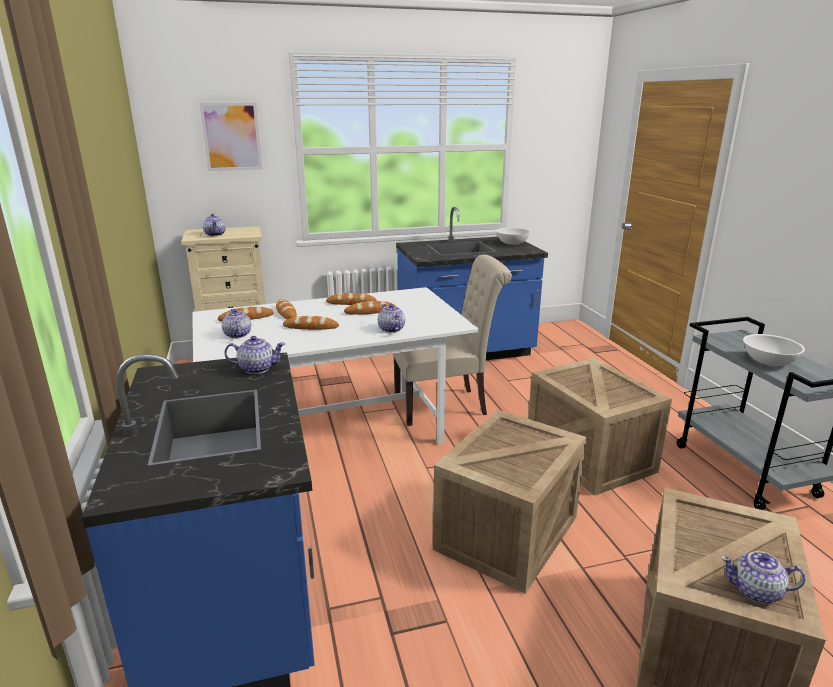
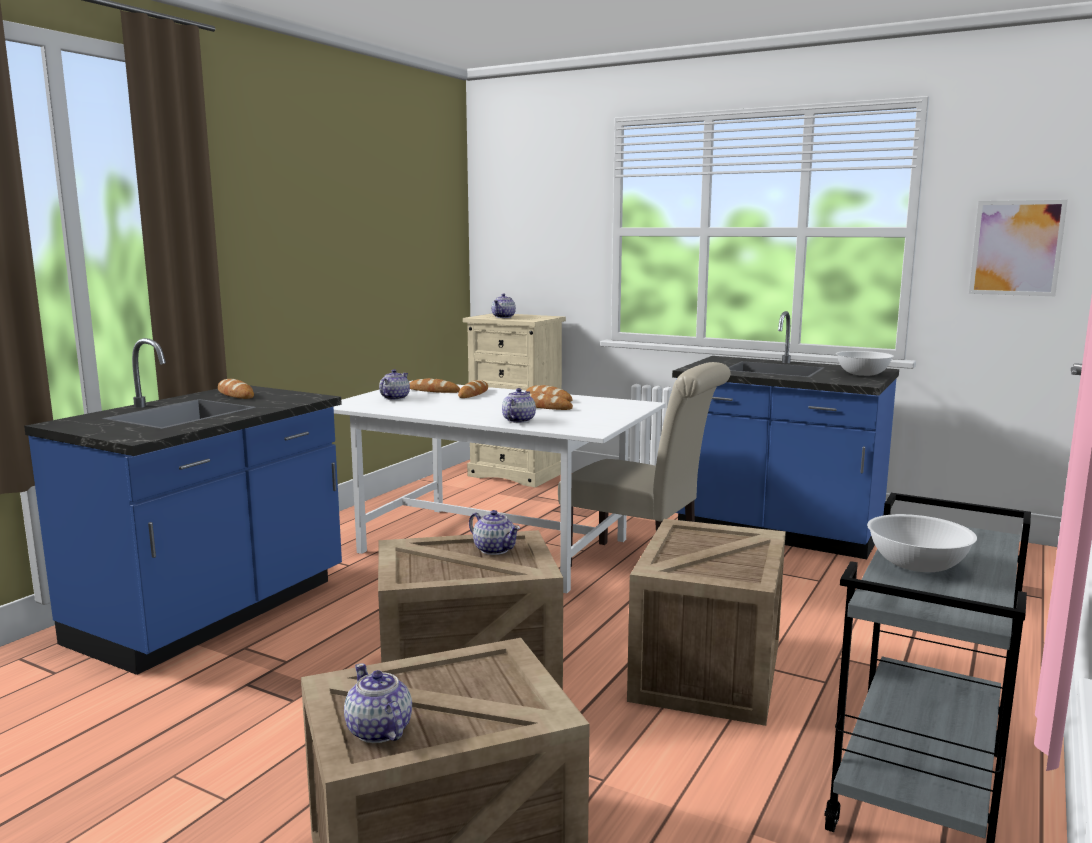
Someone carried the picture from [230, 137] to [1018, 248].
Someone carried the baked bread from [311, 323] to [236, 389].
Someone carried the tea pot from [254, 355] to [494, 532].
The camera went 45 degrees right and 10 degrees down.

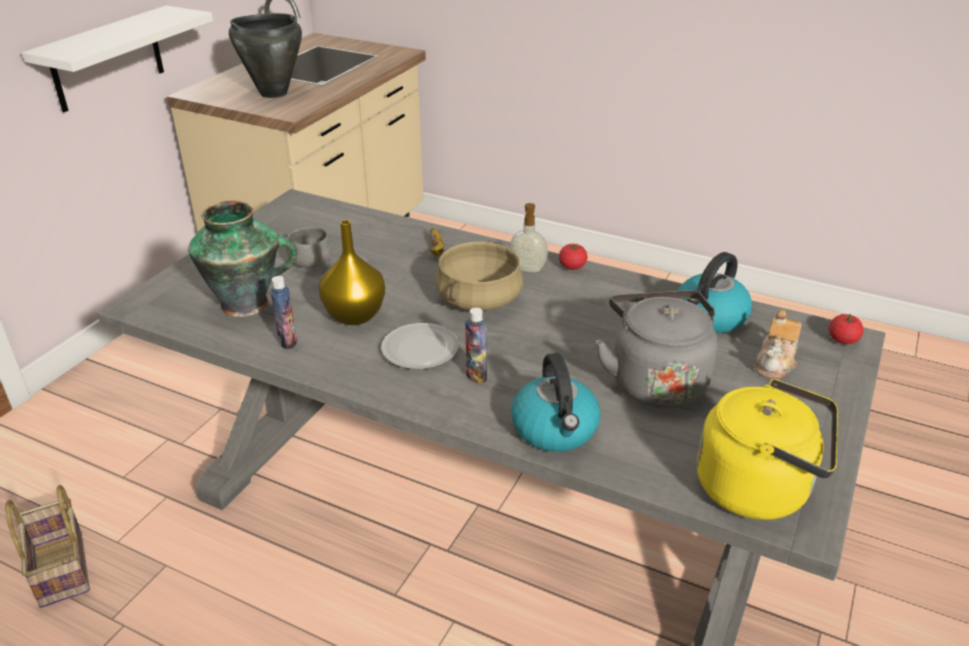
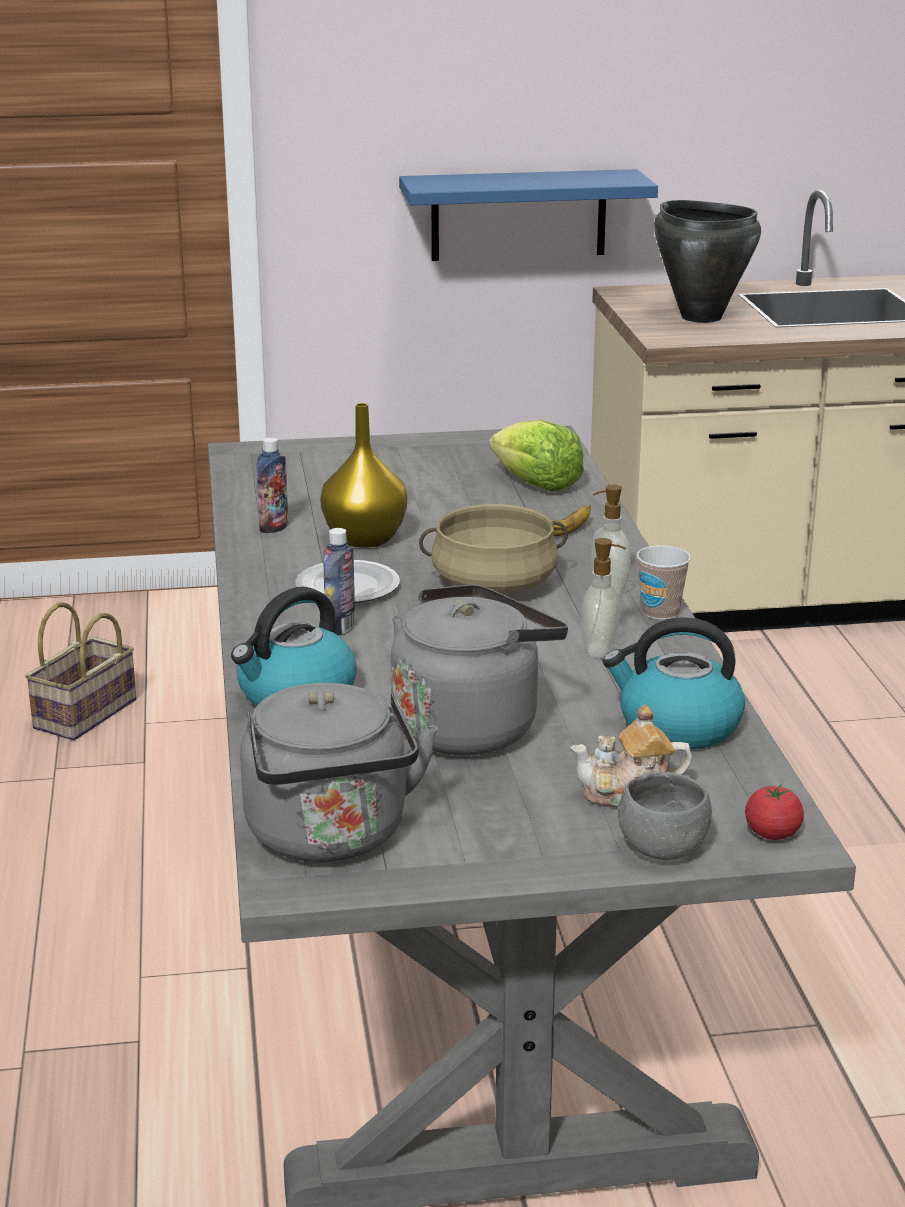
Someone repainted the bracket shelf (white-coloured) at [117, 58], which became the bracket shelf (blue) at [528, 215].
Someone took away the flower vase at [242, 259].
Someone carried the bowl (greyish) from [308, 247] to [665, 816].
Someone swapped the whole tomato at [573, 257] for the drinking cup at [663, 582].
Someone repainted the water kettle (yellowish) at [767, 449], which became the water kettle (greyish) at [339, 772].
Someone put down the lettuce head at [536, 456].
Someone put down the soap bottle at [603, 598].
The camera went 55 degrees right and 10 degrees down.

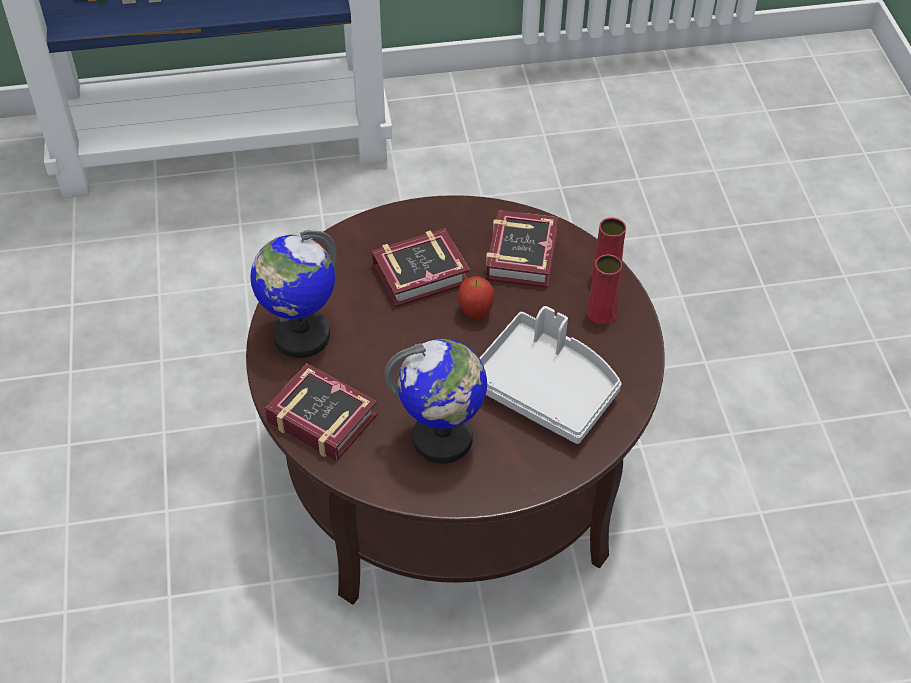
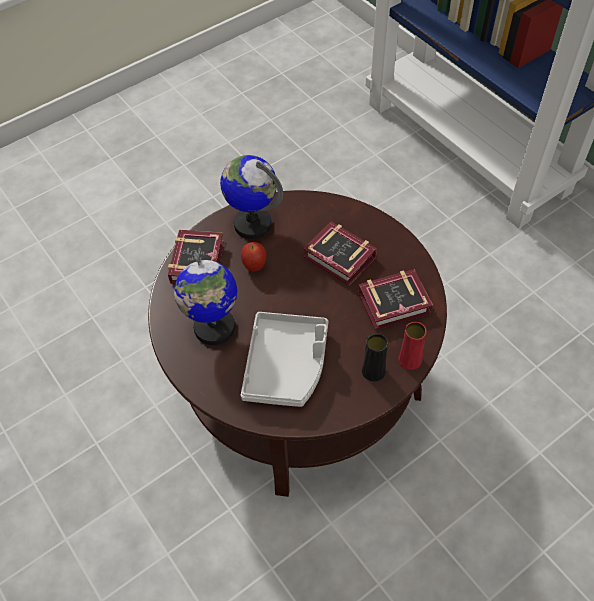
Someone repainted the flower vase (red) at [604, 289], which became the flower vase (blackish) at [375, 357].
Someone carried the whole apple from [476, 297] to [253, 257].
The camera went 65 degrees right and 5 degrees up.

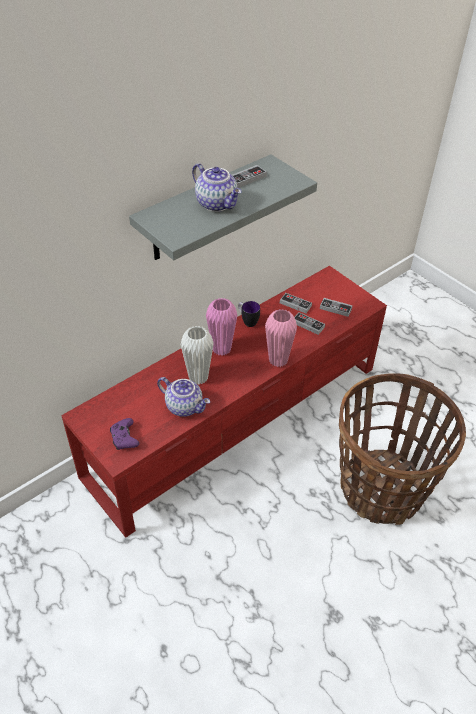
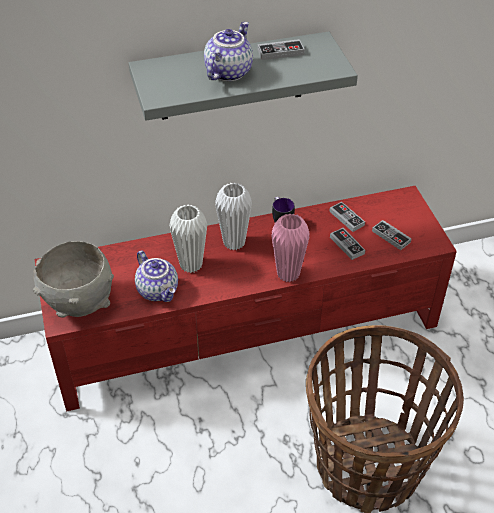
Someone rotated the tea pot at [217, 187] by 135 degrees counterclockwise.
Someone repainted the flower vase (pink-coloured) at [221, 327], which became the flower vase (white-coloured) at [233, 216].
Someone swapped the game controller (purple) at [124, 434] for the bowl (greyish) at [73, 279].
The camera went 25 degrees right and 0 degrees up.

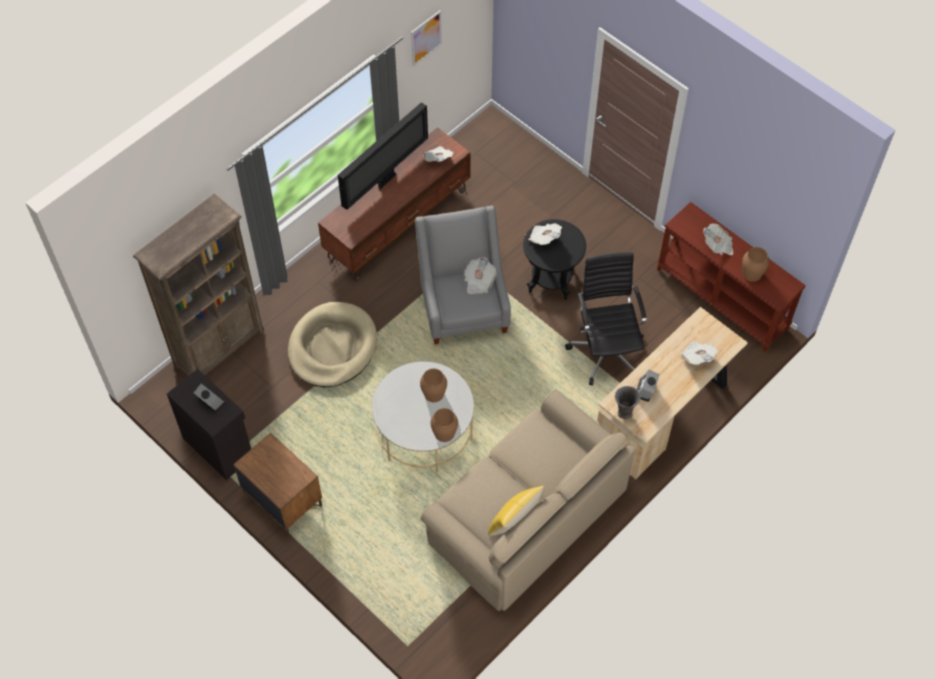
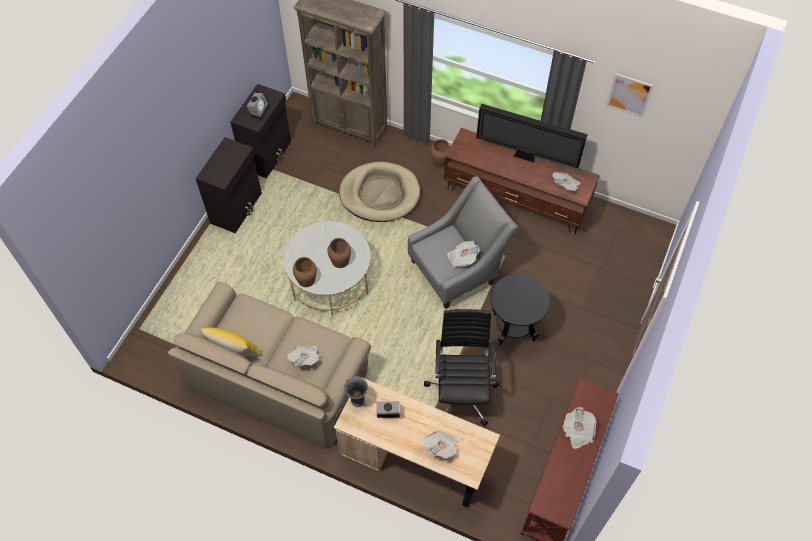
Someone carried the newspaper from [545, 234] to [303, 355].
Someone carried the flower vase (brown-coloured) from [755, 264] to [440, 153].
Someone rotated the office chair (blackish) at [605, 318] by 60 degrees counterclockwise.
Someone swapped the nightstand (brown-coloured) at [277, 485] for the storage cabinet (blackish) at [228, 185].
The camera went 70 degrees right and 0 degrees up.

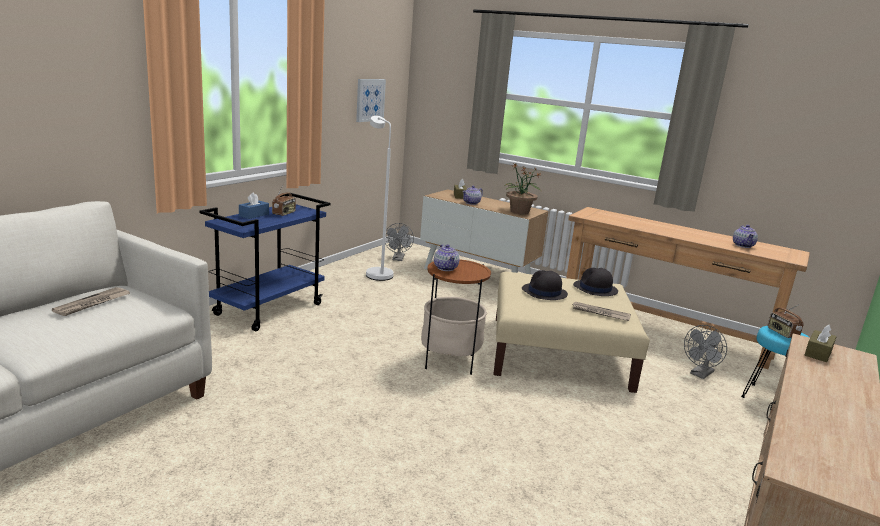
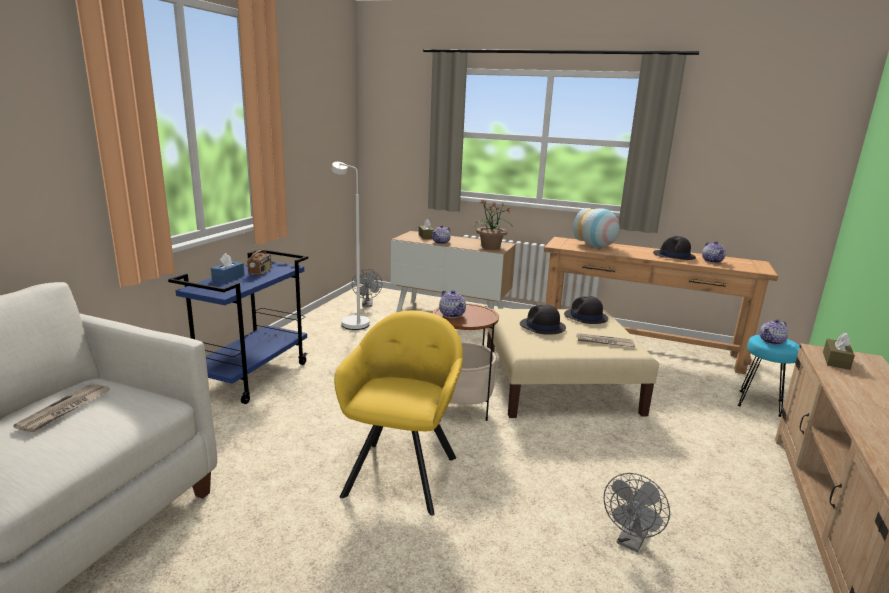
Someone took away the picture at [371, 100].
Someone swapped the radio set at [786, 321] for the tea pot at [774, 332].
Someone carried the fan (greyish) from [705, 352] to [637, 513].
Someone put down the flower vase at [596, 227].
Someone put down the hat (blackish) at [674, 248].
Someone put down the lounge chair (yellowish) at [398, 413].
The camera went 10 degrees left and 0 degrees up.

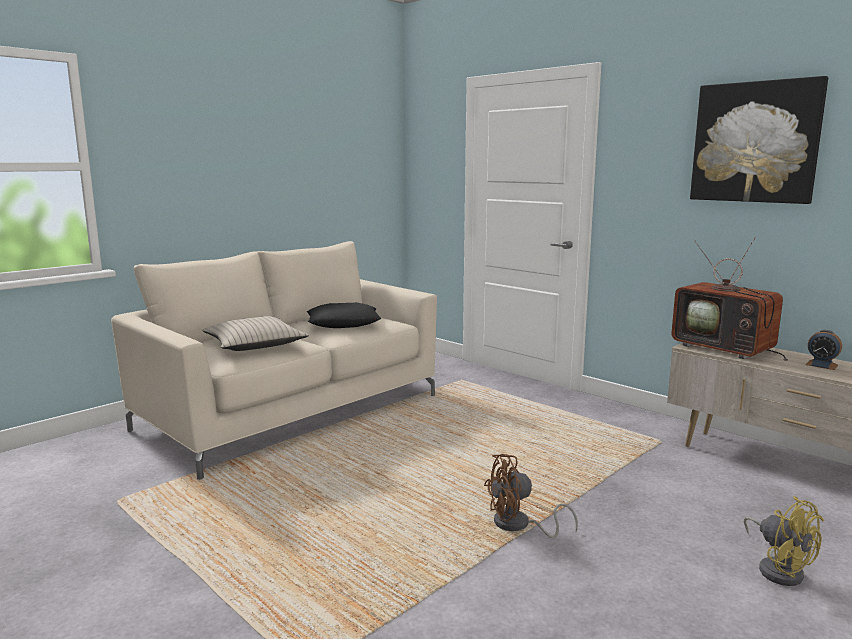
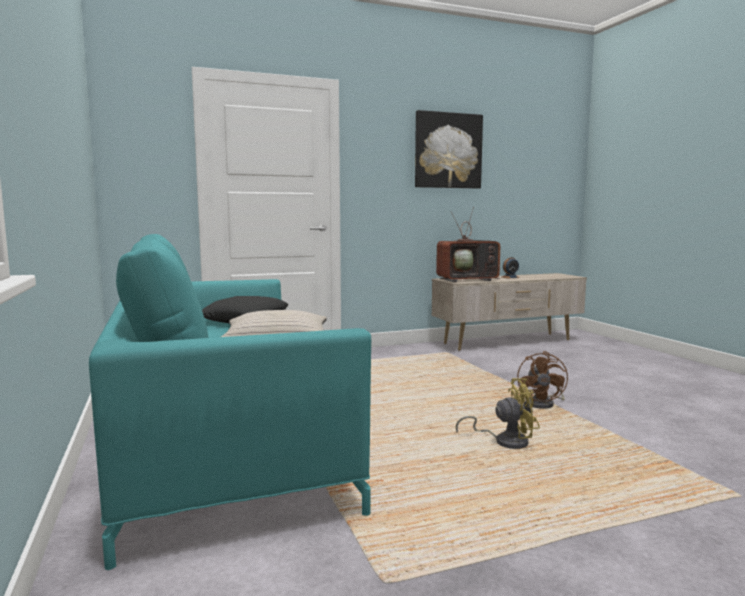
Someone repainted the couch (beige-coloured) at [274, 360], which became the couch (turquoise-coloured) at [230, 402].
Someone carried the fan (yellowish) from [784, 541] to [498, 413].
The camera went 65 degrees left and 5 degrees down.

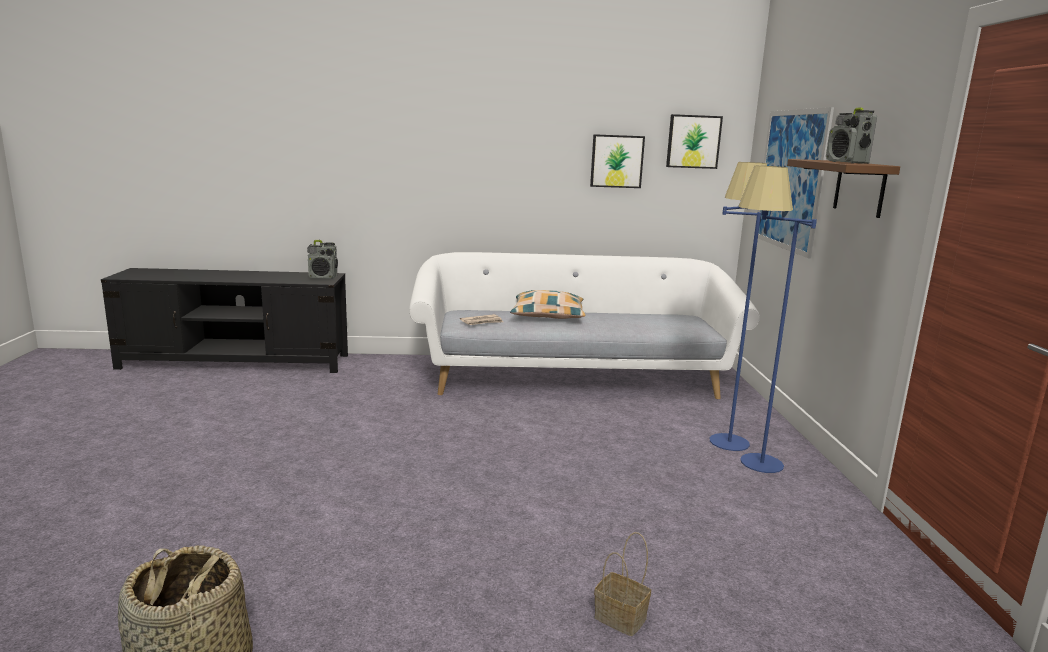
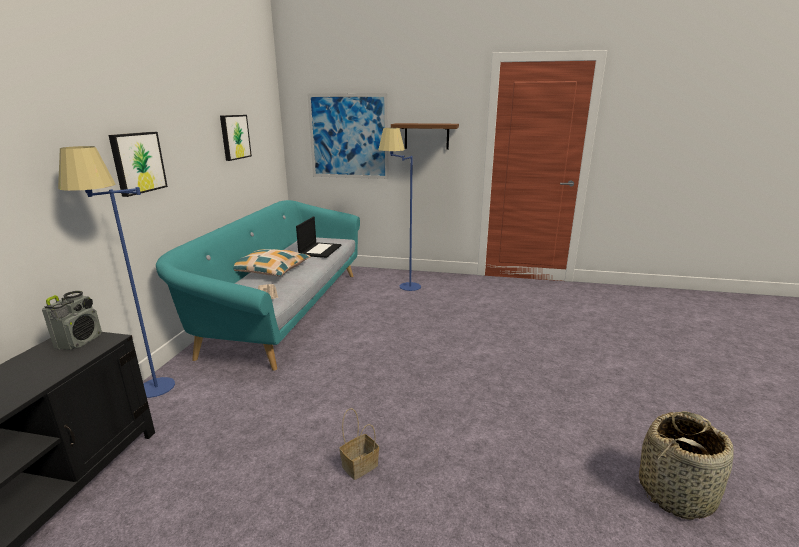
Someone took away the radio set at [851, 136].
Someone carried the picture from [694, 141] to [138, 164].
Someone carried the standing lamp (blue) from [778, 319] to [116, 272].
Someone repainted the couch (white-coloured) at [584, 325], which became the couch (turquoise-coloured) at [258, 285].
Someone carried the basket from [622, 584] to [359, 444].
Someone put down the notebook computer at [318, 237].
The camera went 75 degrees left and 5 degrees up.

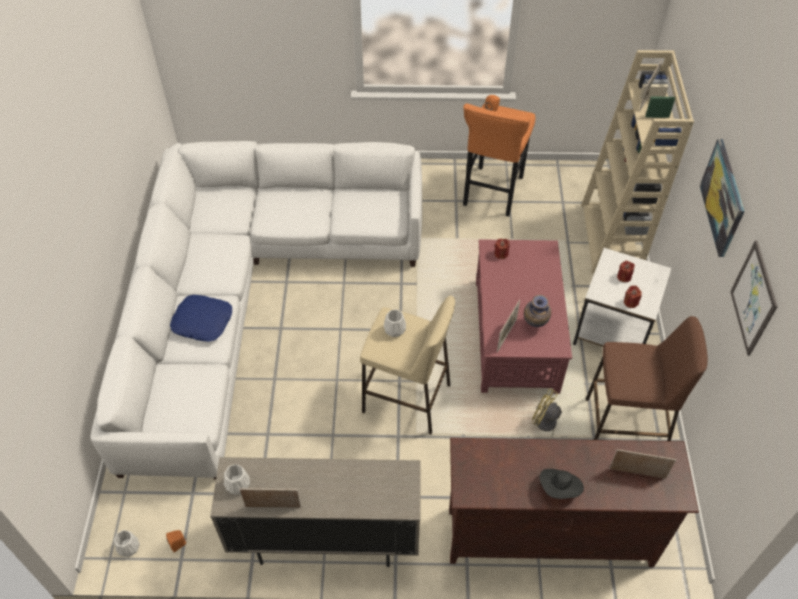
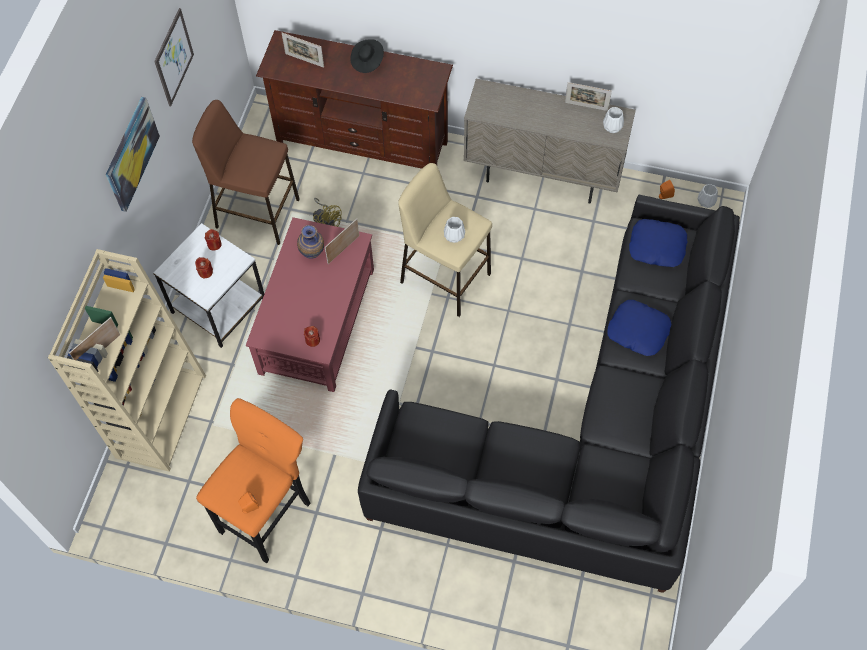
Someone repainted the couch (white-coloured) at [256, 310], which became the couch (blackish) at [549, 394].
Someone put down the cushion (blue) at [658, 243].
The camera went 165 degrees left and 10 degrees up.

